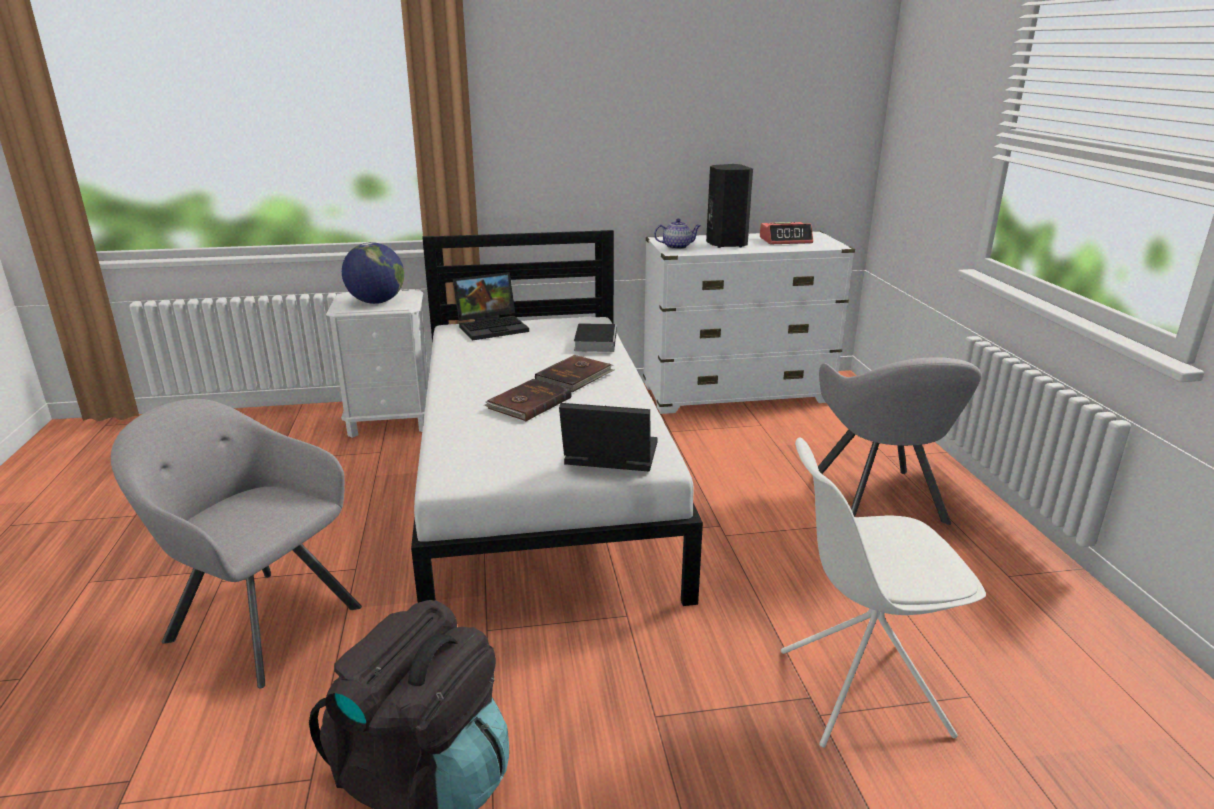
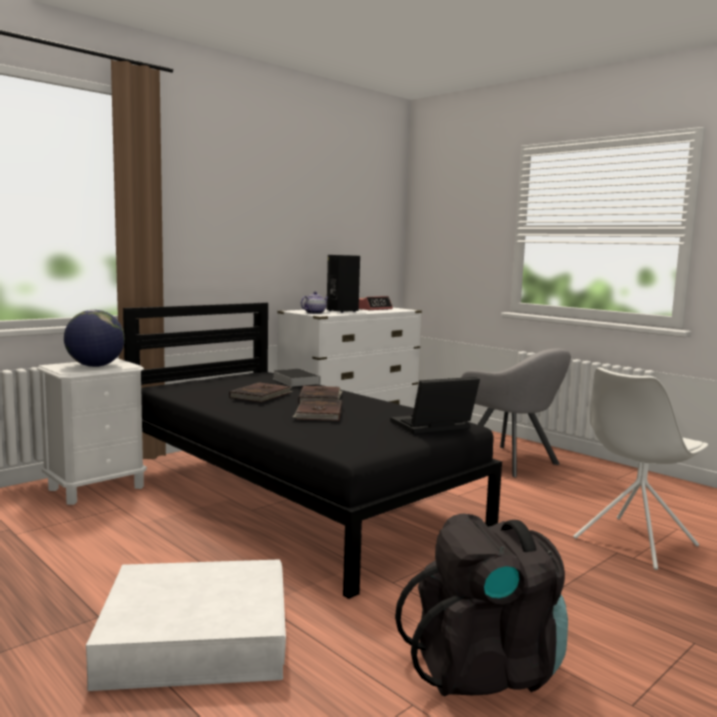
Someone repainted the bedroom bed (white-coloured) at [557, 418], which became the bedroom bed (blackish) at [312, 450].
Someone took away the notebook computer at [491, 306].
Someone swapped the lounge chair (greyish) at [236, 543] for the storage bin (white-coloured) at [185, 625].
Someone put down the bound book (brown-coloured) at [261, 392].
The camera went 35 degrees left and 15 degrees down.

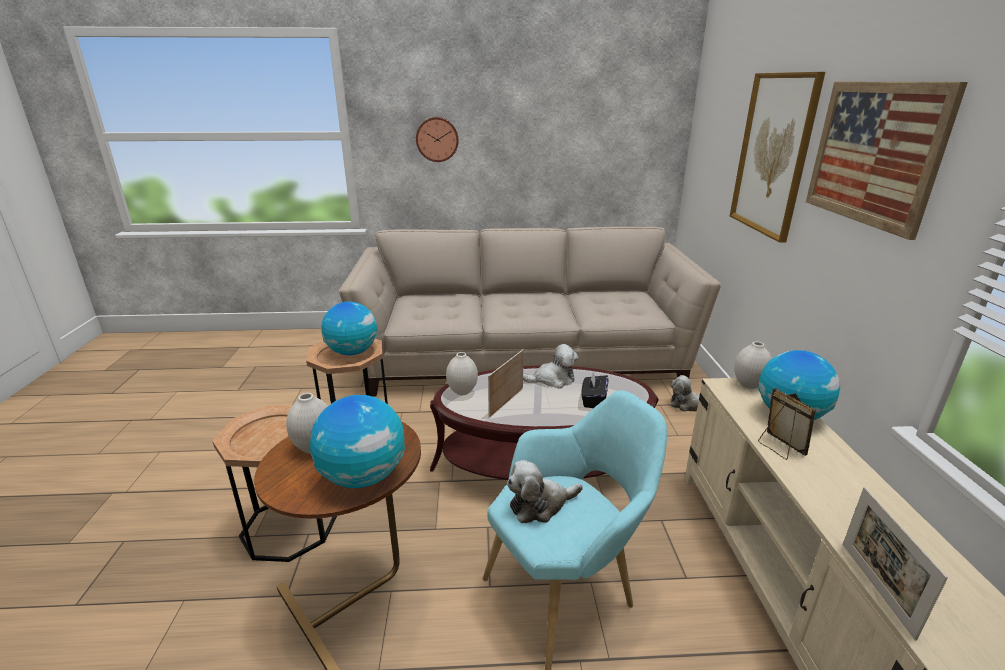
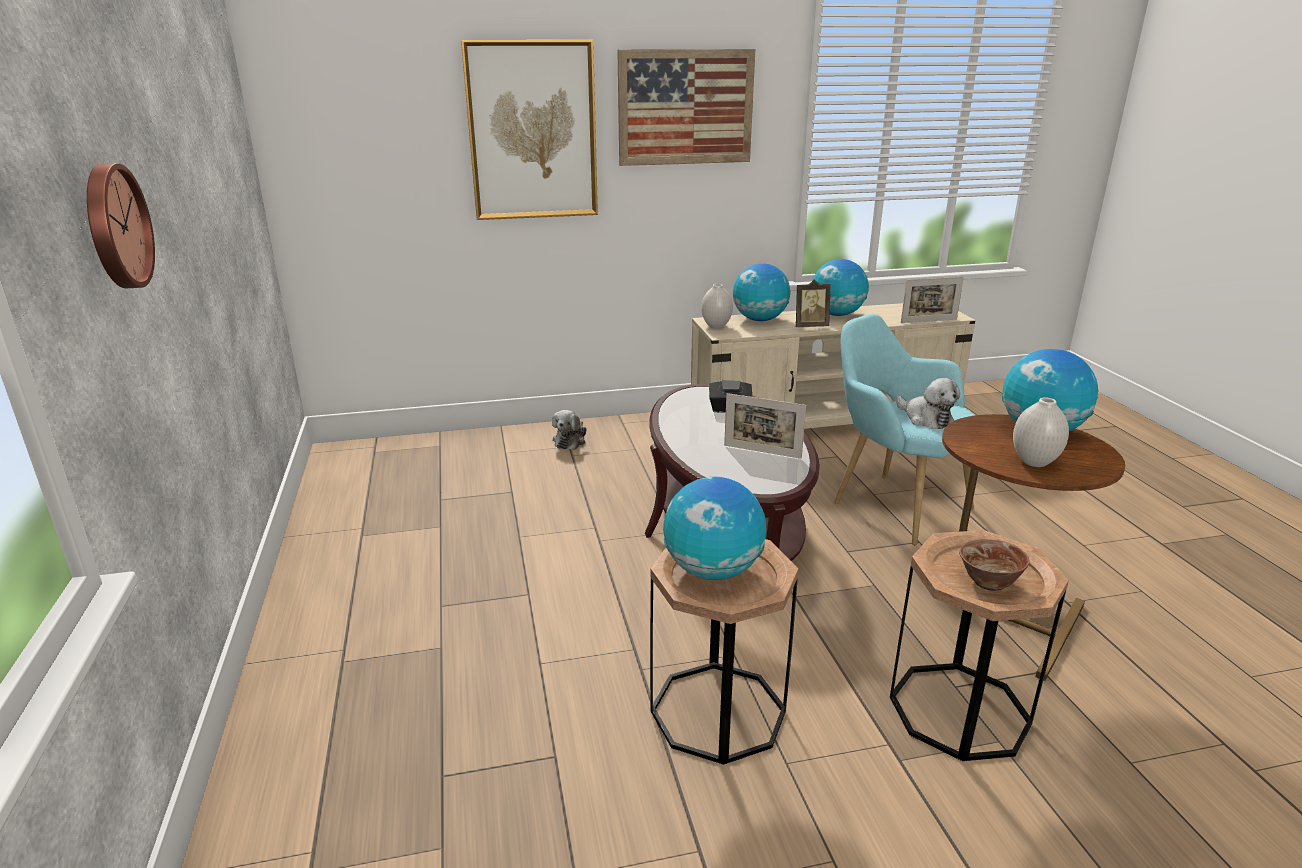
Someone took away the couch (beige-coloured) at [530, 312].
Someone took away the cuddly toy at [551, 366].
Someone took away the flower vase (white-coloured) at [462, 373].
Someone rotated the picture frame at [787, 424] by 150 degrees counterclockwise.
Someone put down the globe at [840, 287].
Someone put down the bowl at [994, 565].
The camera went 100 degrees left and 0 degrees up.

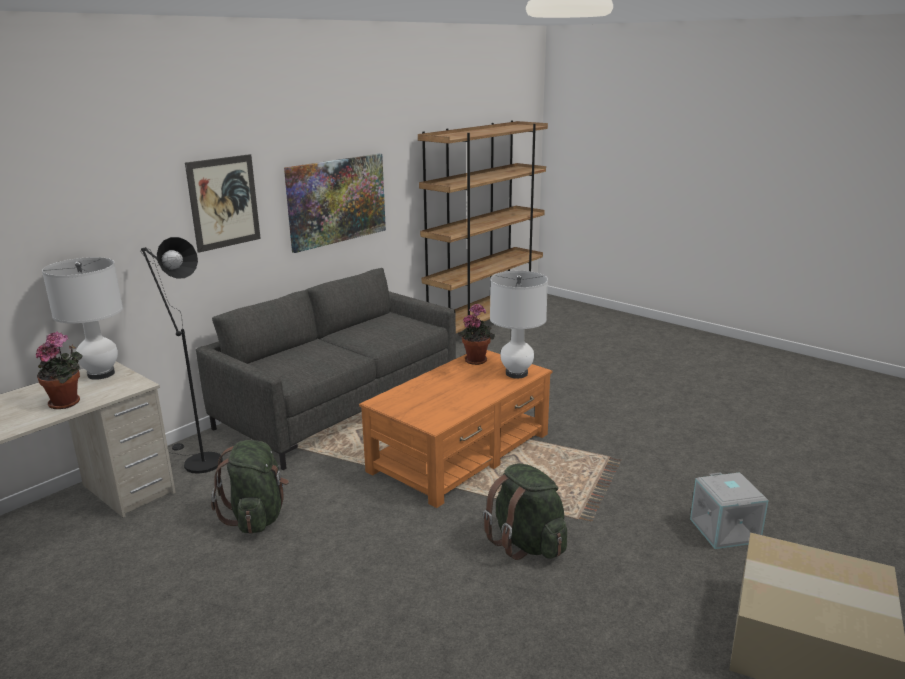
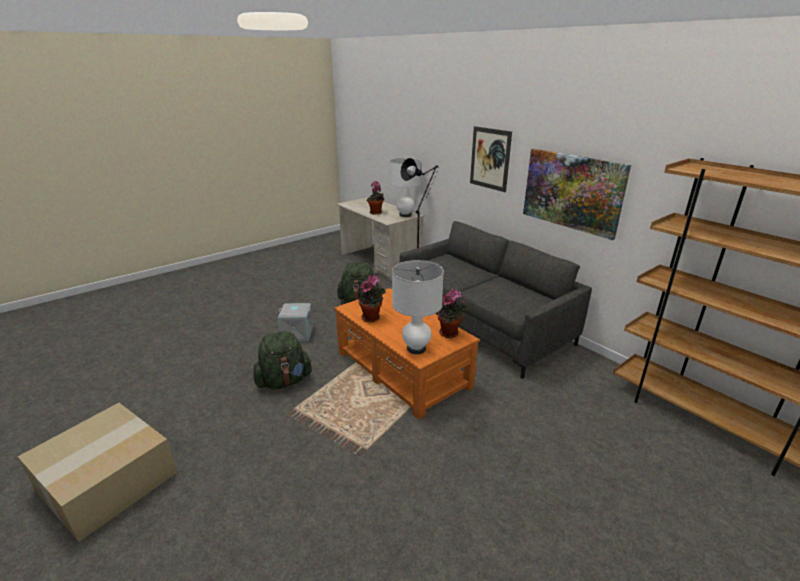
Someone carried the storage bin (greyish) from [729, 510] to [295, 322].
Someone put down the houseplant at [372, 298].
The camera went 100 degrees right and 5 degrees up.

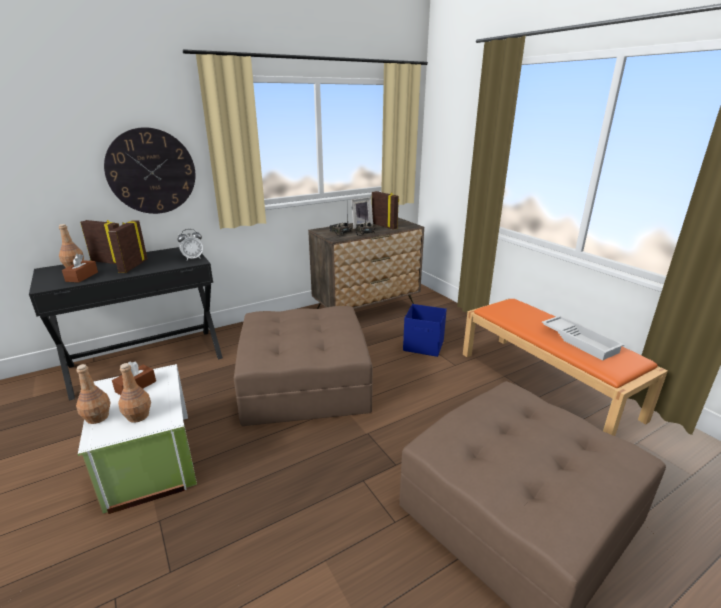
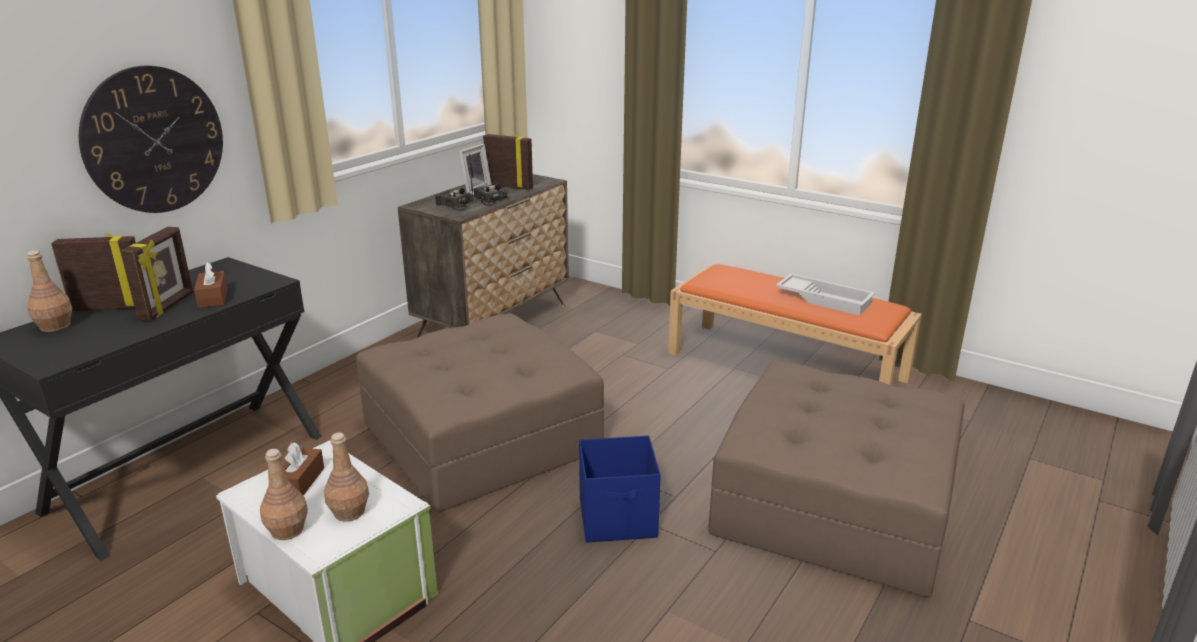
Someone rotated the picture frame at [127, 246] by 150 degrees counterclockwise.
Someone took away the table clock at [190, 244].
Someone carried the tissue holder (brown-coloured) from [80, 268] to [210, 285].
Someone carried the storage bin (blue) from [425, 330] to [620, 489].
The camera went 25 degrees left and 0 degrees up.

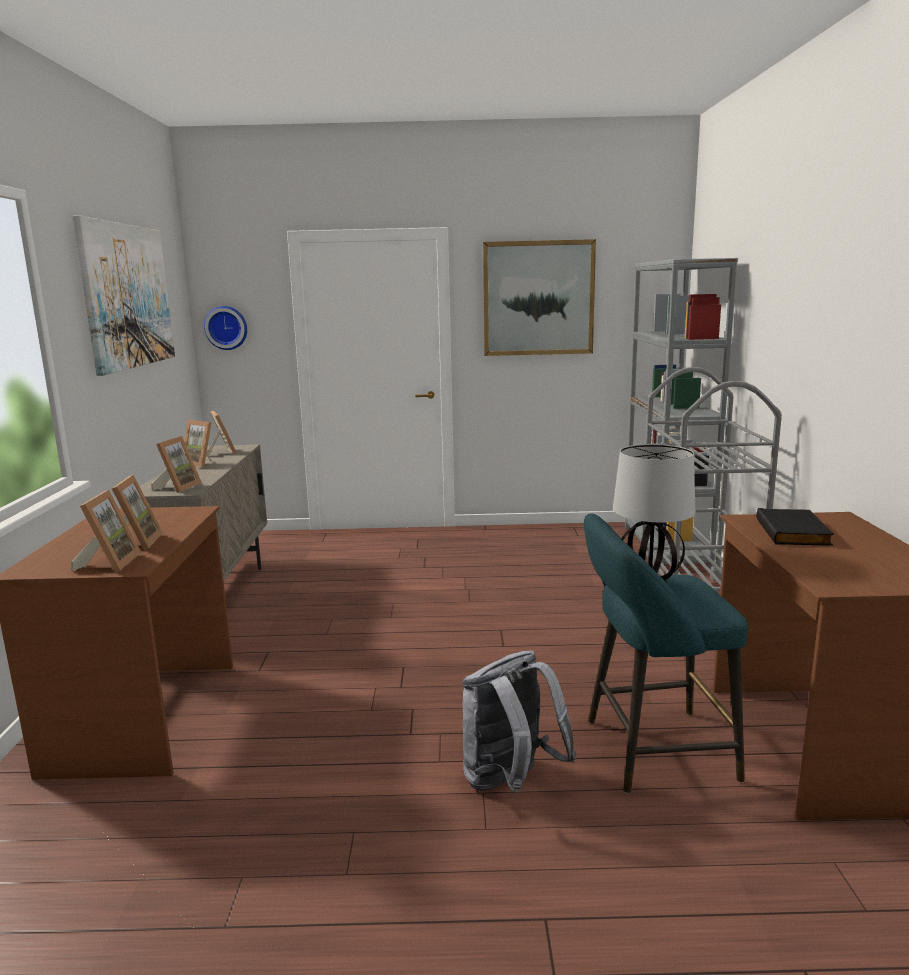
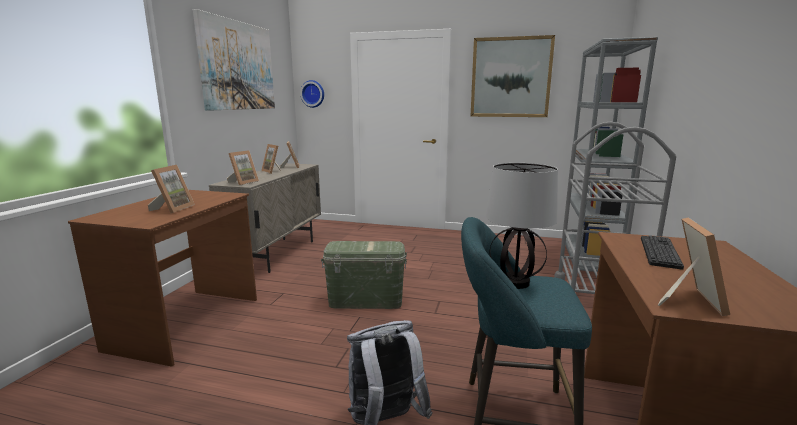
Someone carried the picture frame from [106, 531] to [694, 267].
Someone swapped the bound book (blackish) at [795, 527] for the PC keyboard at [662, 252].
Someone put down the storage bin (greenish) at [364, 275].
The camera went 15 degrees right and 0 degrees up.

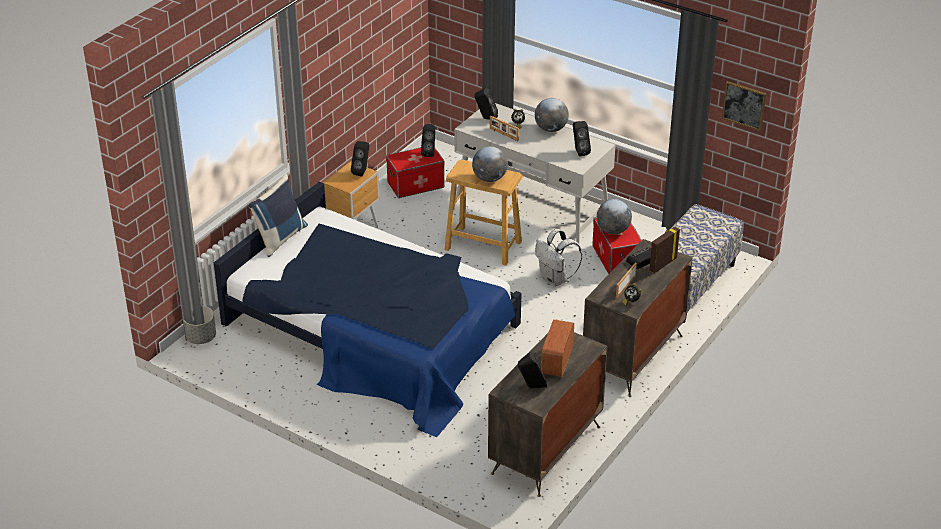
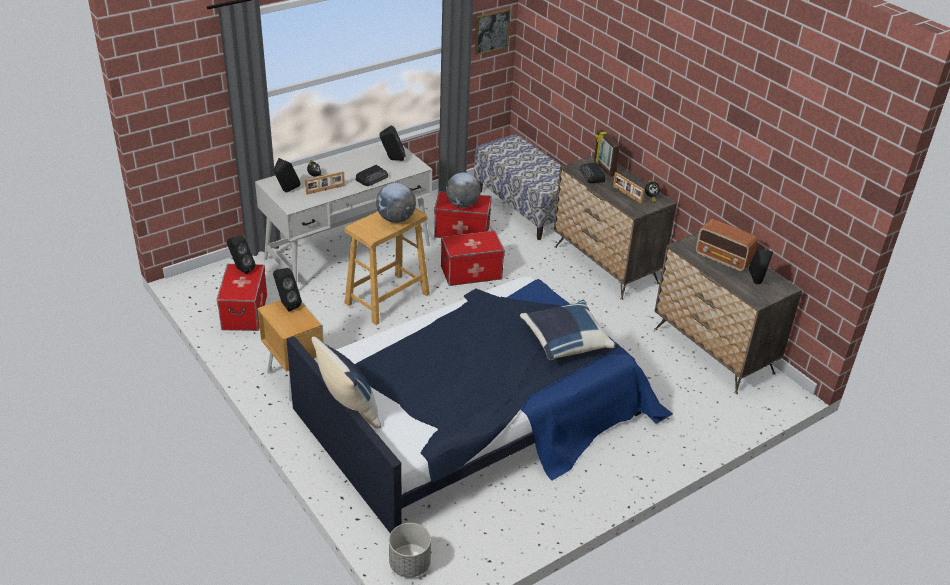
Someone took away the globe at [552, 115].
Someone swapped the knapsack (white-coloured) at [558, 258] for the storage bin at [473, 258].
Someone put down the radio set at [372, 175].
Someone put down the cushion (blue) at [568, 330].
The camera went 70 degrees left and 0 degrees up.

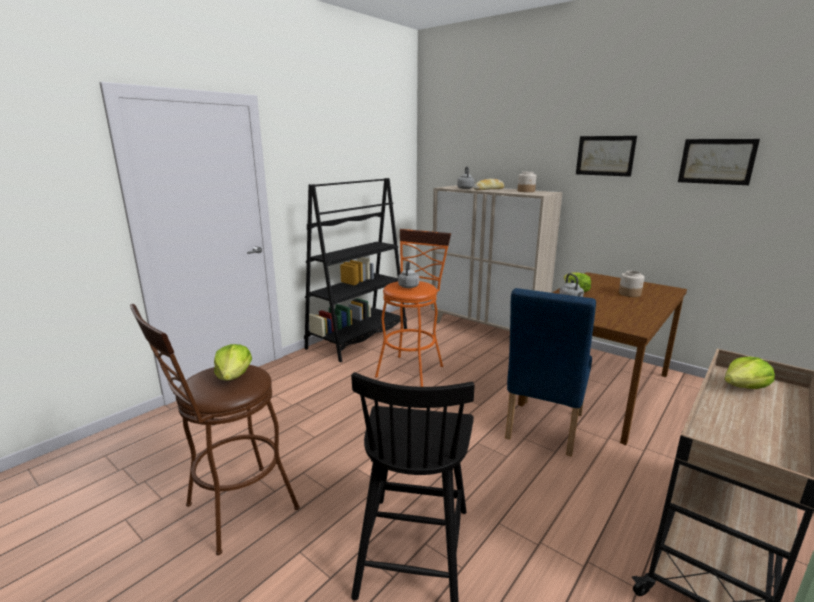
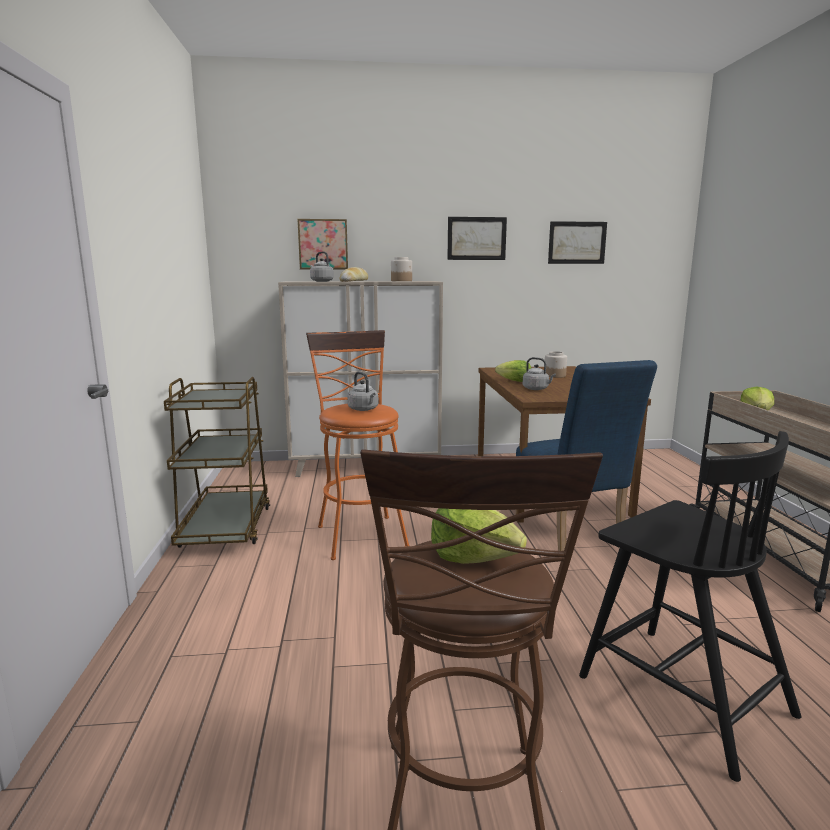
Someone swapped the bookcase (blackish) at [355, 270] for the wheeled cart (brown-coloured) at [217, 462].
Someone put up the picture at [322, 244].
The camera went 45 degrees left and 5 degrees down.

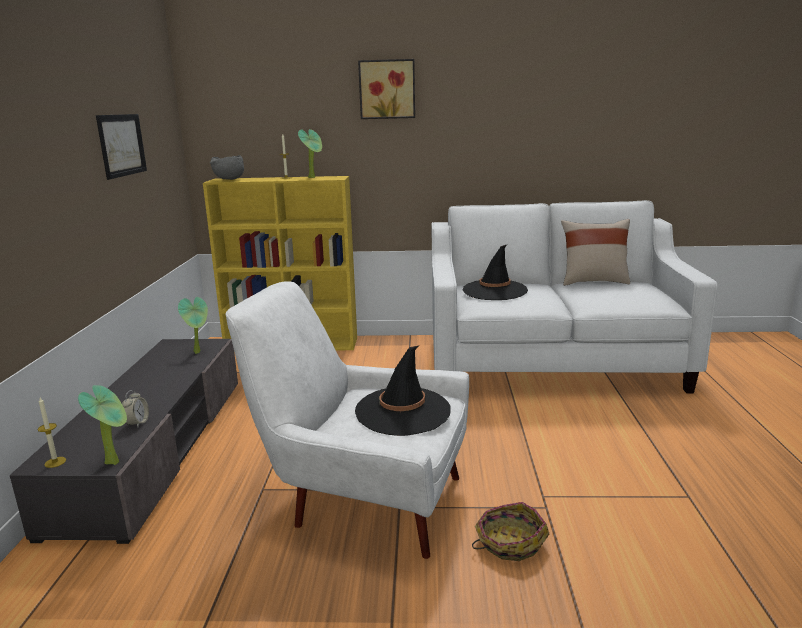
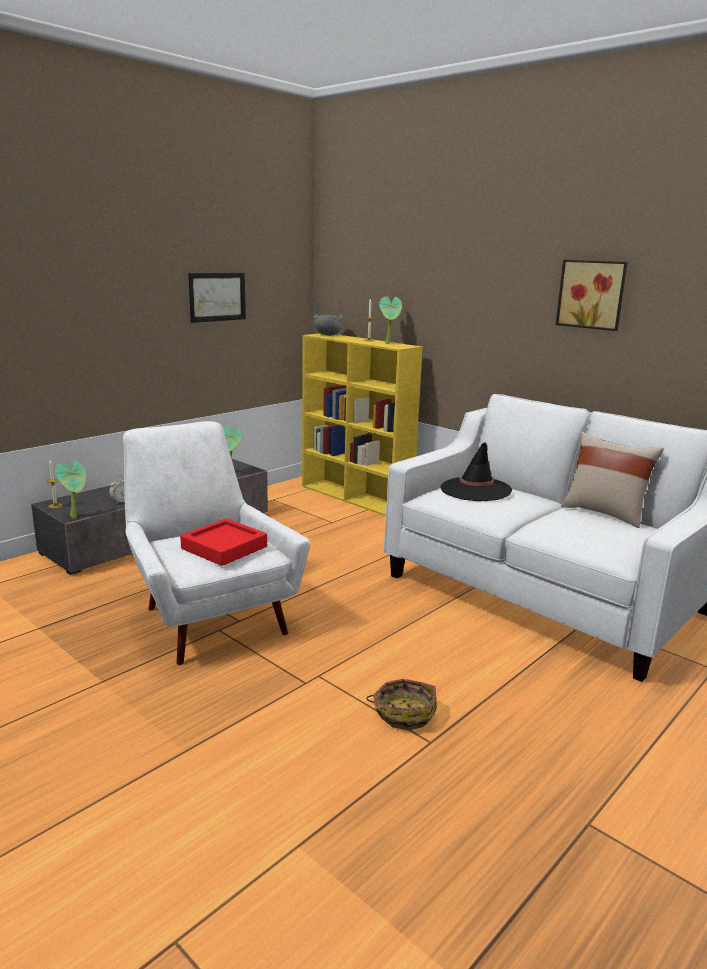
Someone carried the picture from [386, 89] to [592, 295].
Someone swapped the hat (blackish) at [403, 390] for the tray (red) at [223, 542].
Someone carried the basket from [510, 531] to [401, 704].
The camera went 40 degrees right and 0 degrees up.

